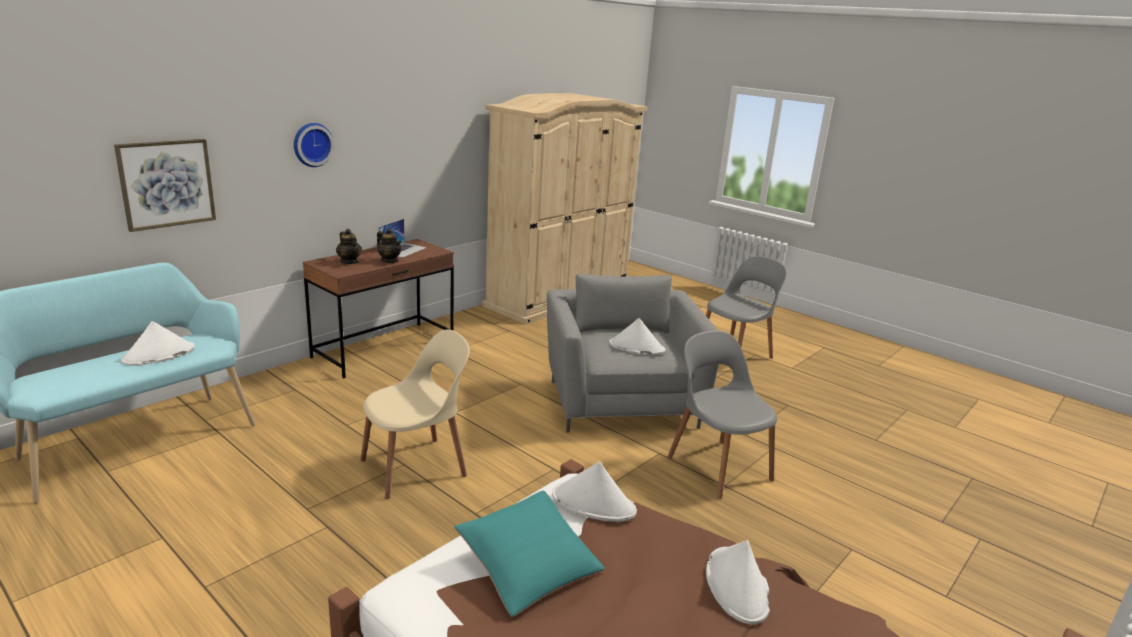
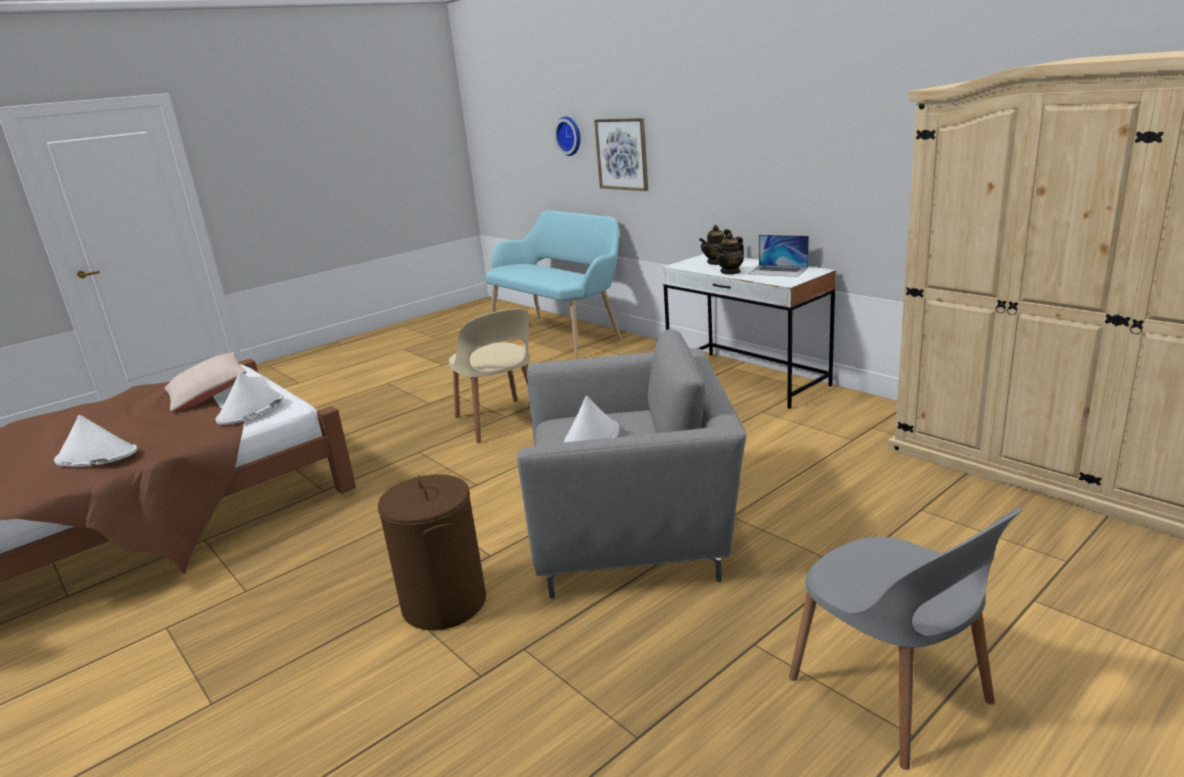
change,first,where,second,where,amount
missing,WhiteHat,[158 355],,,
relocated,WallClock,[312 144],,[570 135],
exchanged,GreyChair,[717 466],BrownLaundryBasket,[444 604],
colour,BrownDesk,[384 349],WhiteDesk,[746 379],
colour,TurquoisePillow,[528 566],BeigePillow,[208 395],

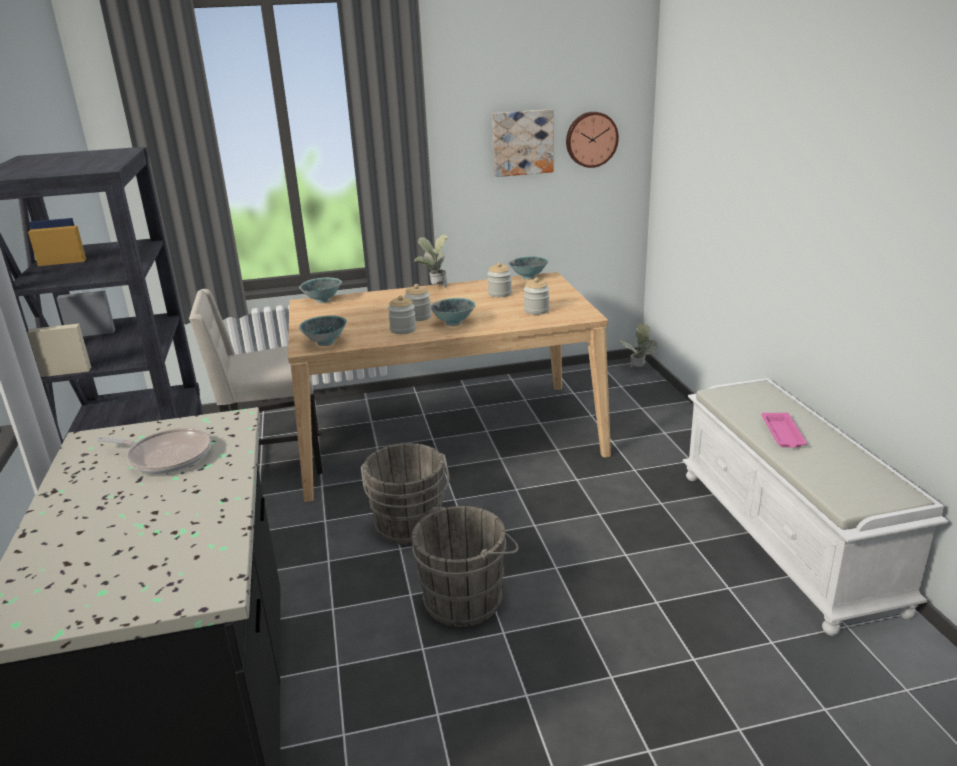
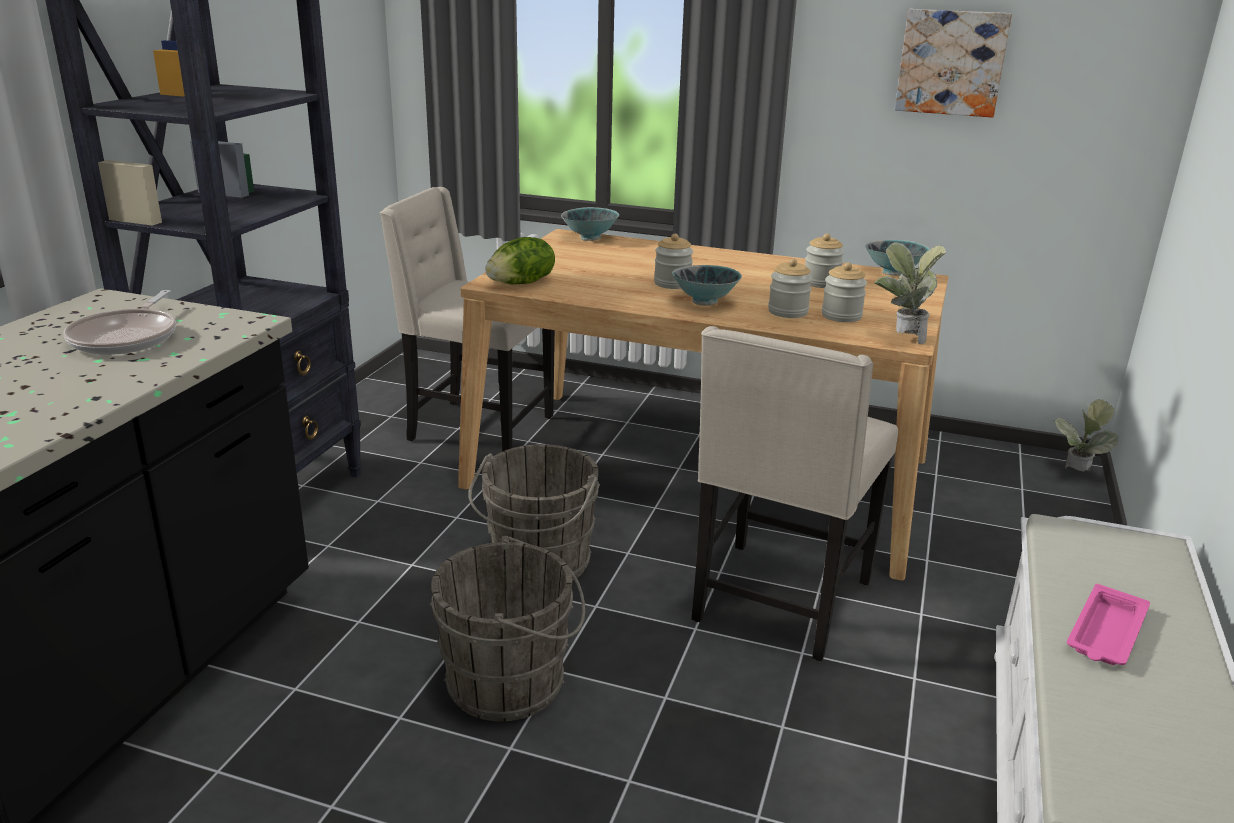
change,first,where,second,where,amount
missing,WallClock,[591 139],,,
appeared,,,BeigeChair,[778 602],
relocated,Jar,[403 330],,[788 312],
relocated,PottedPlant,[435 287],,[901 339],
exchanged,Bowl,[325 343],Lettuce,[522 283],
spun,FryingPan,[166 456],,[127 337],45 degrees clockwise

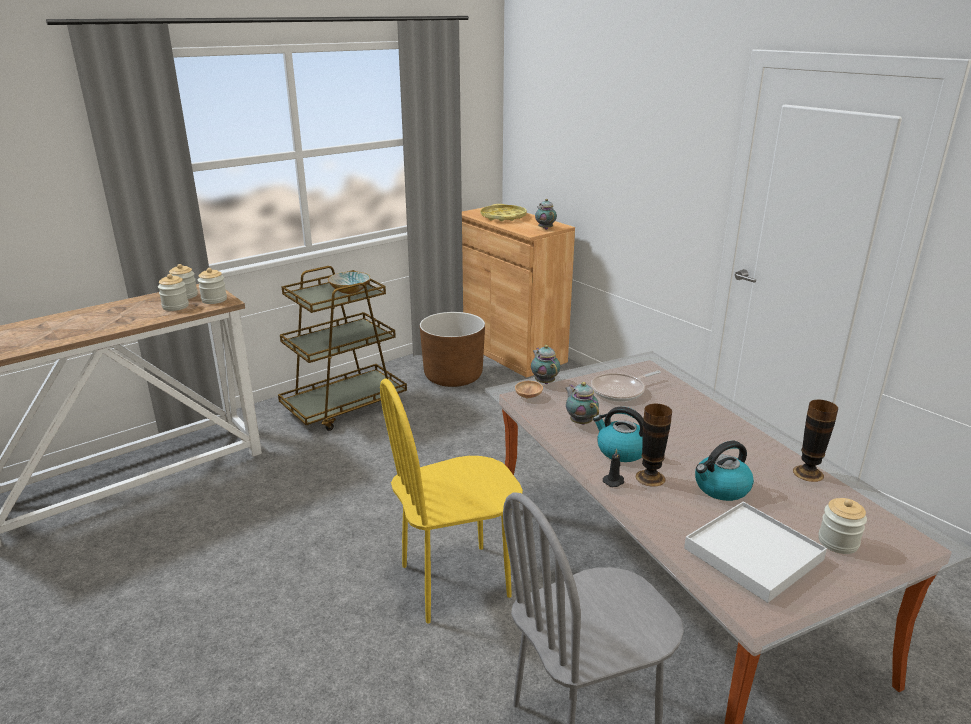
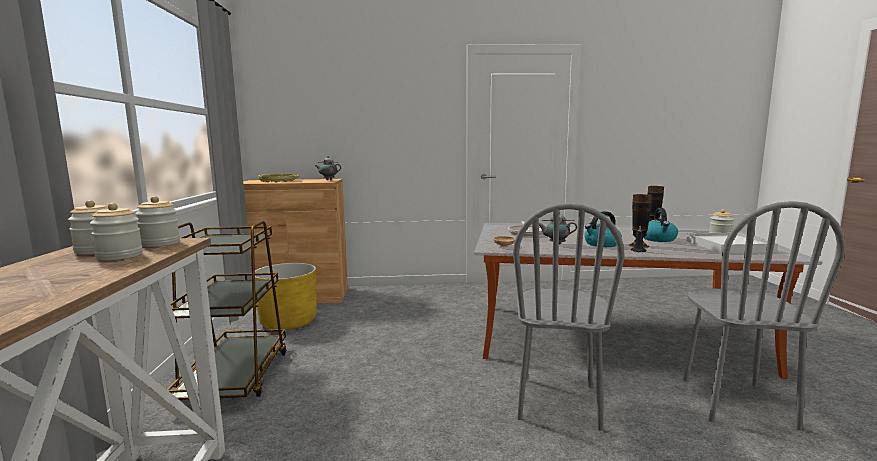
change,first,where,second,where,amount
missing,Bowl,[350 290],,,
missing,Teapot,[544 382],,,
colour,YellowChair,[455 581],GreyChair,[558 402],
colour,BrownPlanter,[453 376],YellowPlanter,[288 322],

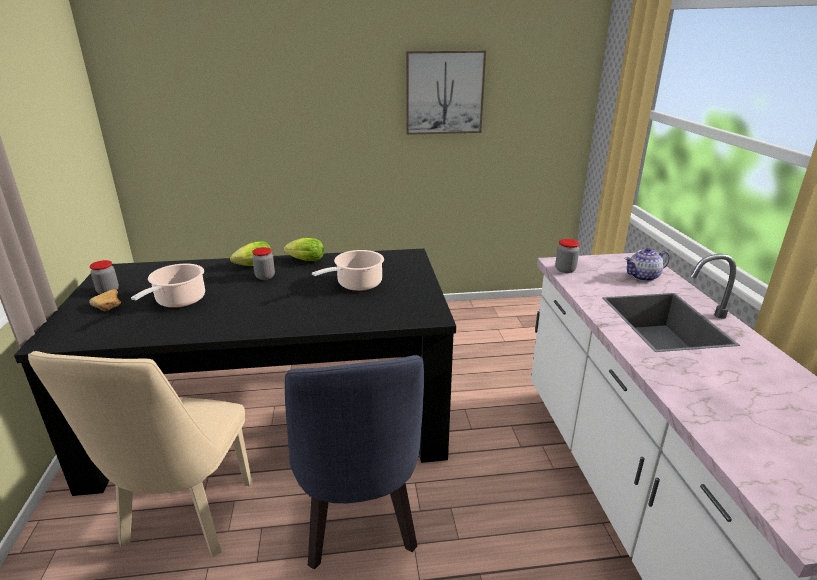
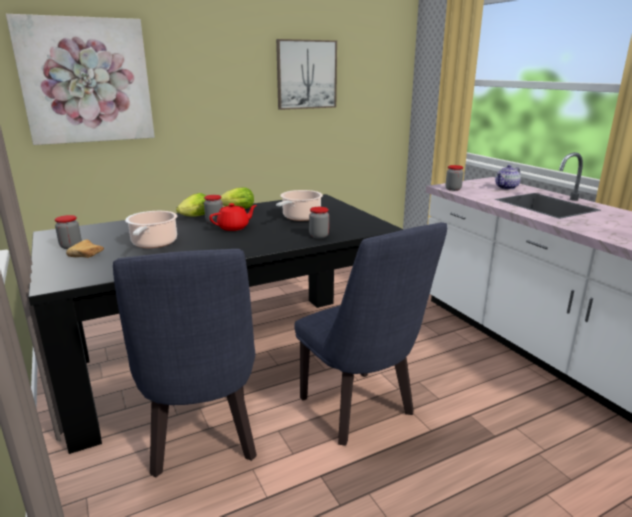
change,first,where,second,where,amount
appeared,,,Picture,[86 81],
appeared,,,RedTeapot,[234 227],
appeared,,,Jar,[319 236],
colour,BeigeChair,[185 521],BlueChair,[204 444],

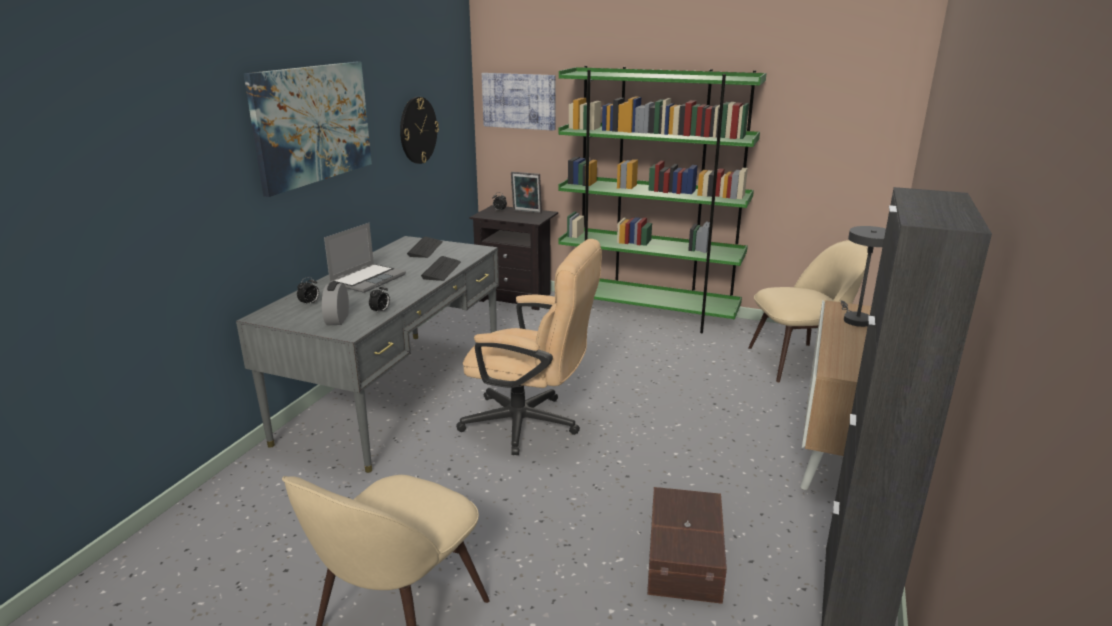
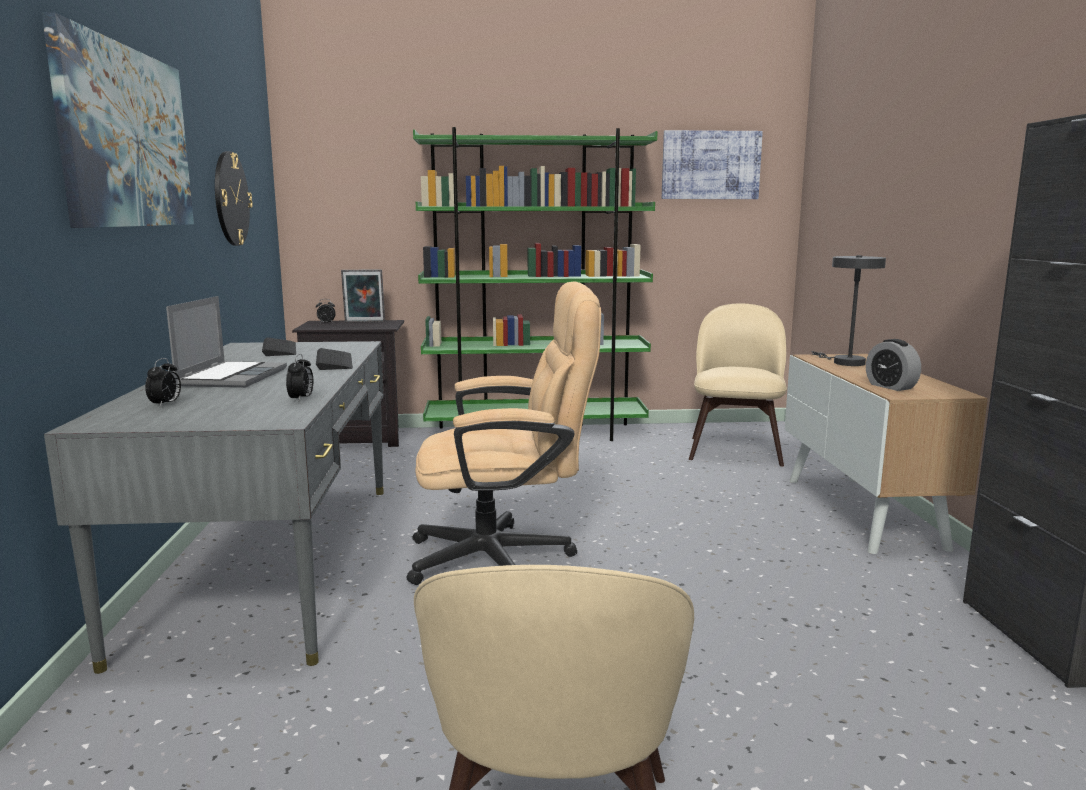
change,first,where,second,where,amount
missing,BrownStorageBox,[686 557],,,
relocated,AlarmClock,[337 319],,[890 386],
relocated,Picture,[519 101],,[710 165],
spun,BeigeChair,[798 362],,[735 449],45 degrees counterclockwise

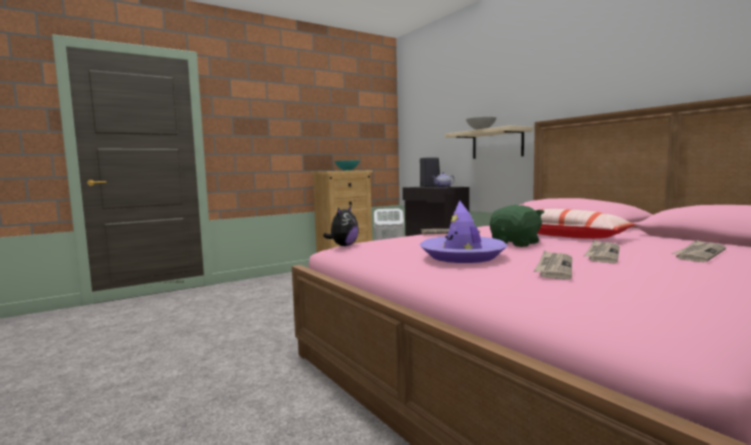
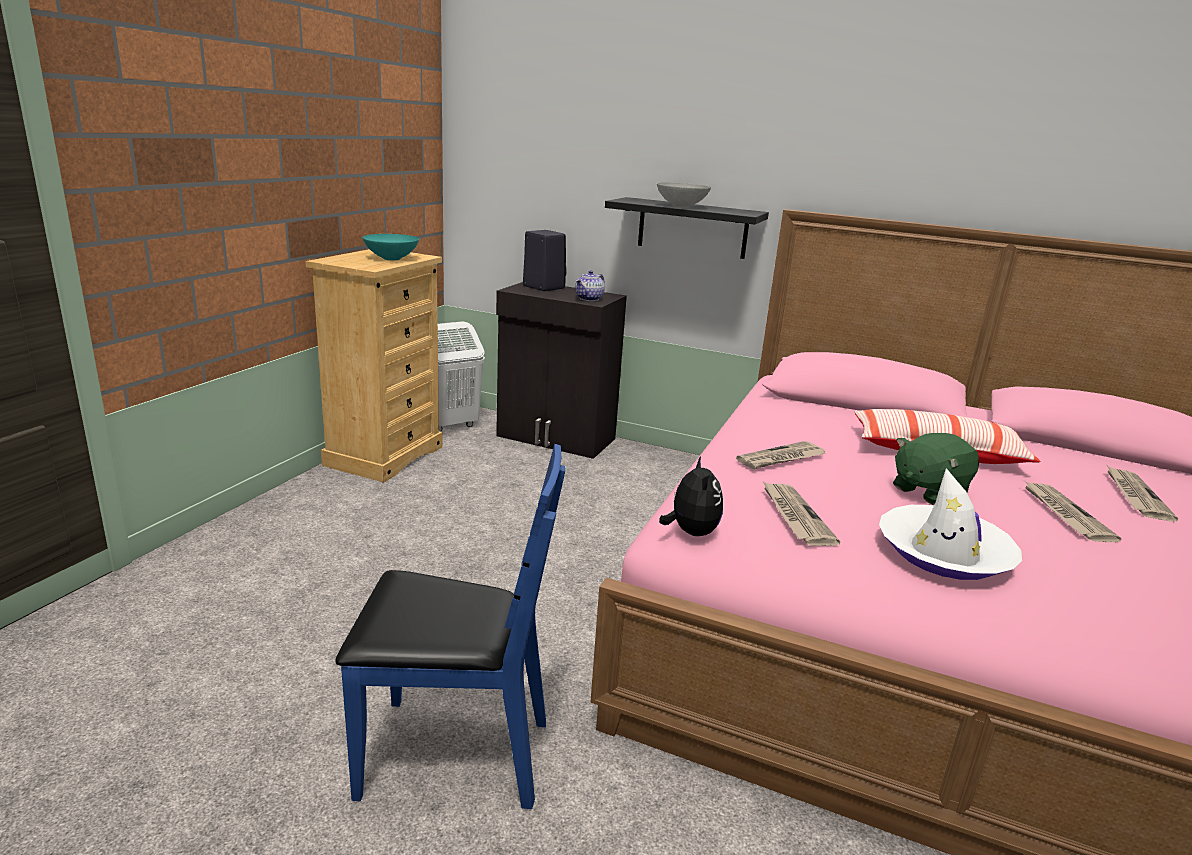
change,first,where,second,where,amount
appeared,,,BlueChair,[453 754],
relocated,Newspaper,[554 267],,[795 516],
colour,PurpleHat,[462 256],WhiteHat,[944 553],
colour,BeigeShelf,[497 144],BlackShelf,[692 228],
spun,GreenPlushToy,[516 243],,[928 491],135 degrees counterclockwise

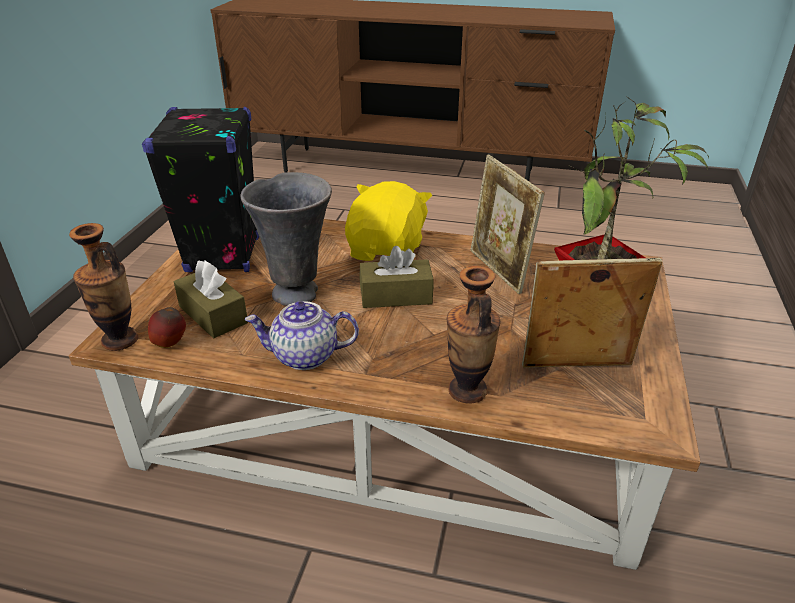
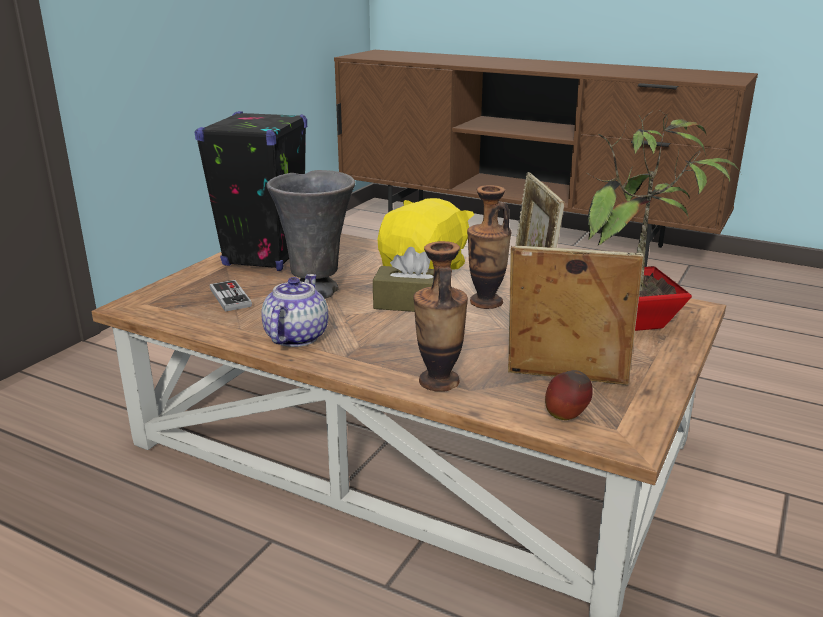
change,first,where,second,where,amount
relocated,Vase,[120 340],,[486 302],
relocated,Apple,[170 344],,[566 417],
exchanged,BrownTissueBox,[213 314],GameController,[230 297],
spun,Teapot,[304 356],,[295 337],90 degrees clockwise

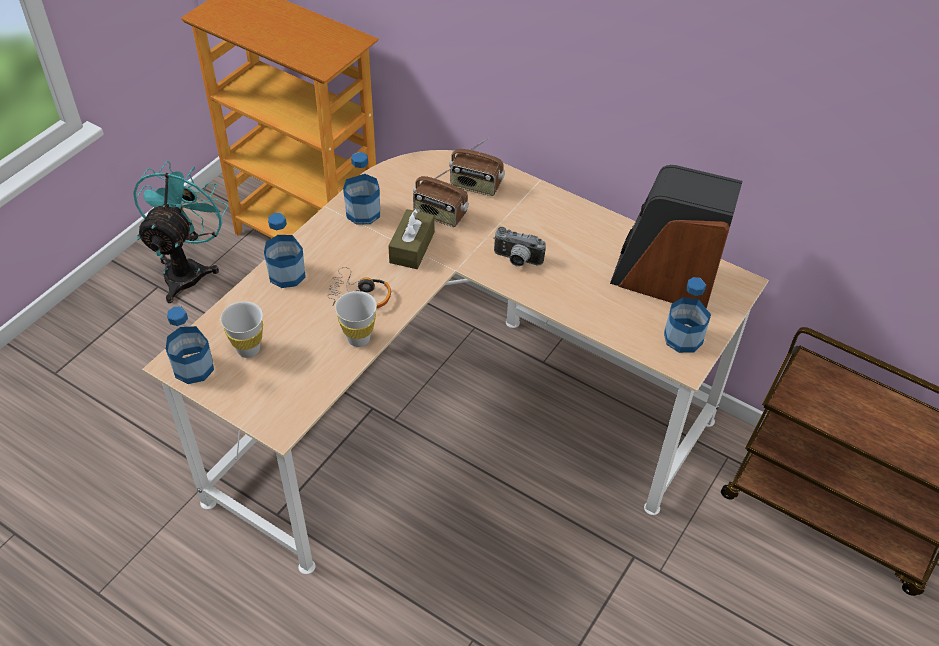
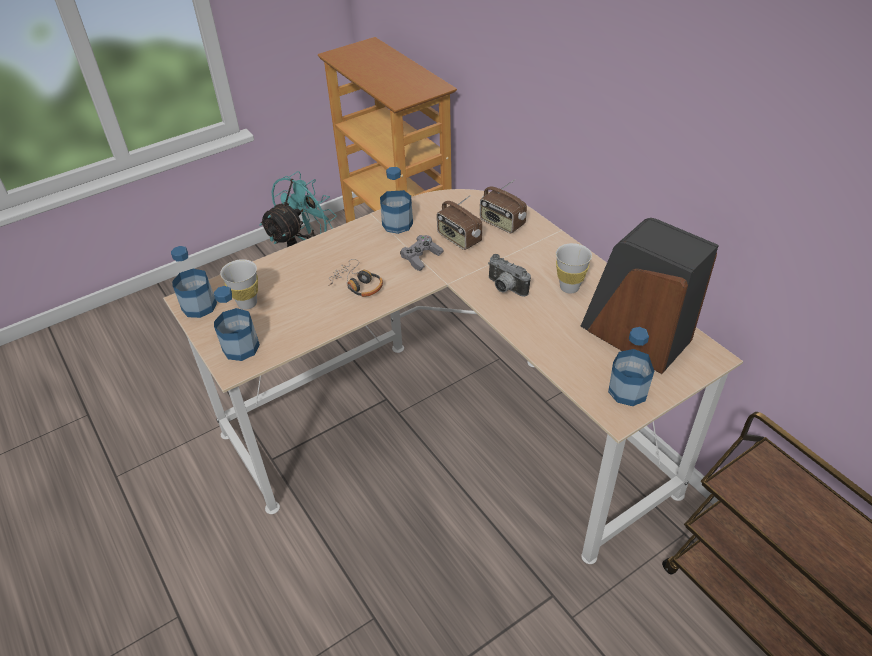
change,first,where,second,where,amount
relocated,Bottle,[287 274],,[241 347],
relocated,WhiteCup,[359 339],,[569 287],
exchanged,BrownTissueBox,[412 247],GreyGameController,[421 258],

